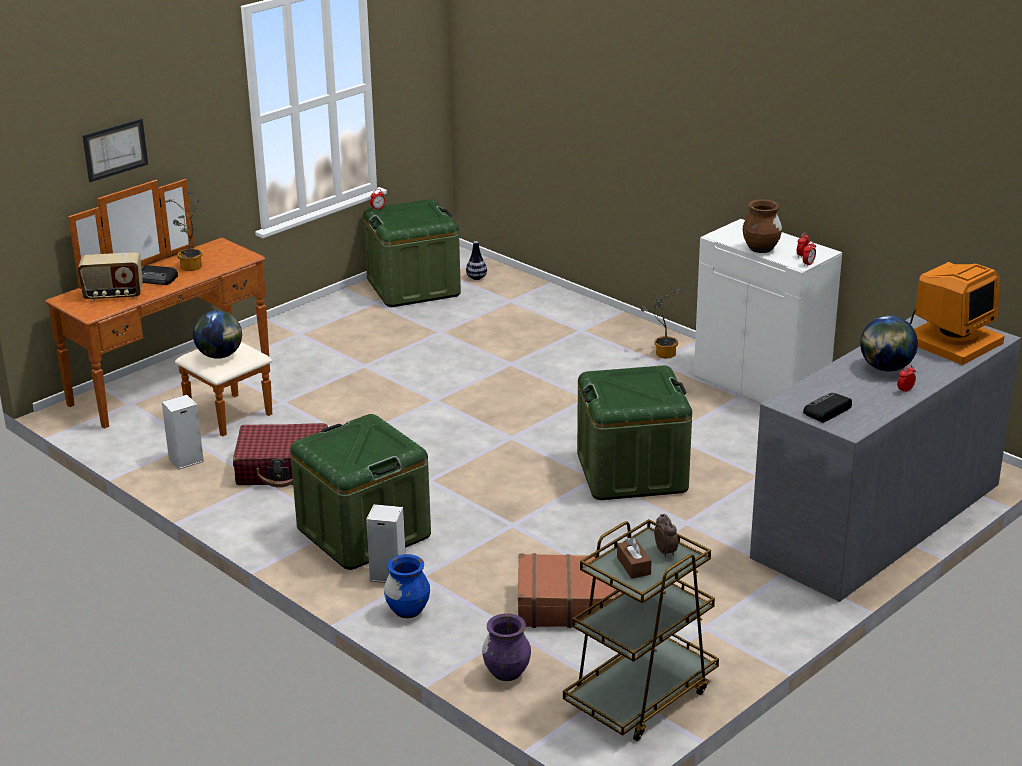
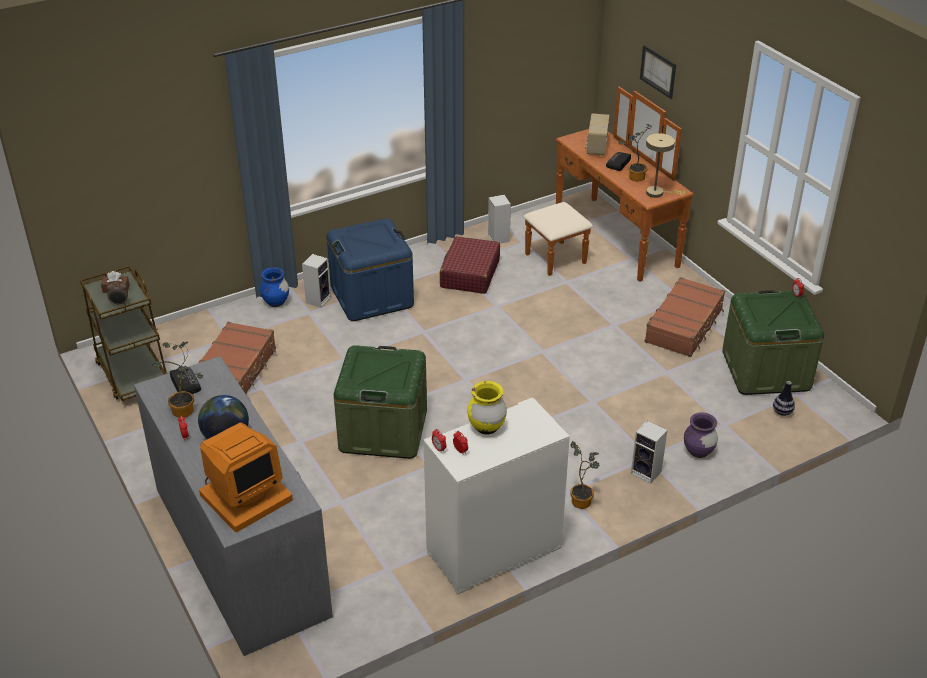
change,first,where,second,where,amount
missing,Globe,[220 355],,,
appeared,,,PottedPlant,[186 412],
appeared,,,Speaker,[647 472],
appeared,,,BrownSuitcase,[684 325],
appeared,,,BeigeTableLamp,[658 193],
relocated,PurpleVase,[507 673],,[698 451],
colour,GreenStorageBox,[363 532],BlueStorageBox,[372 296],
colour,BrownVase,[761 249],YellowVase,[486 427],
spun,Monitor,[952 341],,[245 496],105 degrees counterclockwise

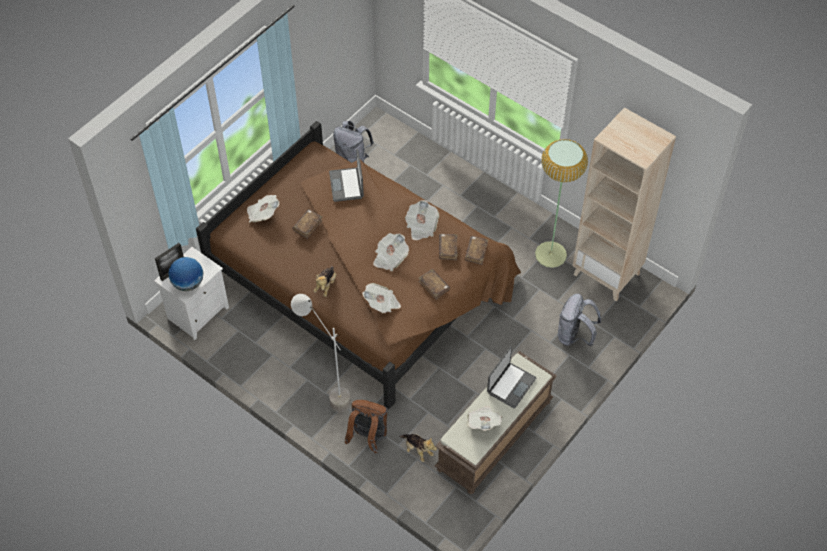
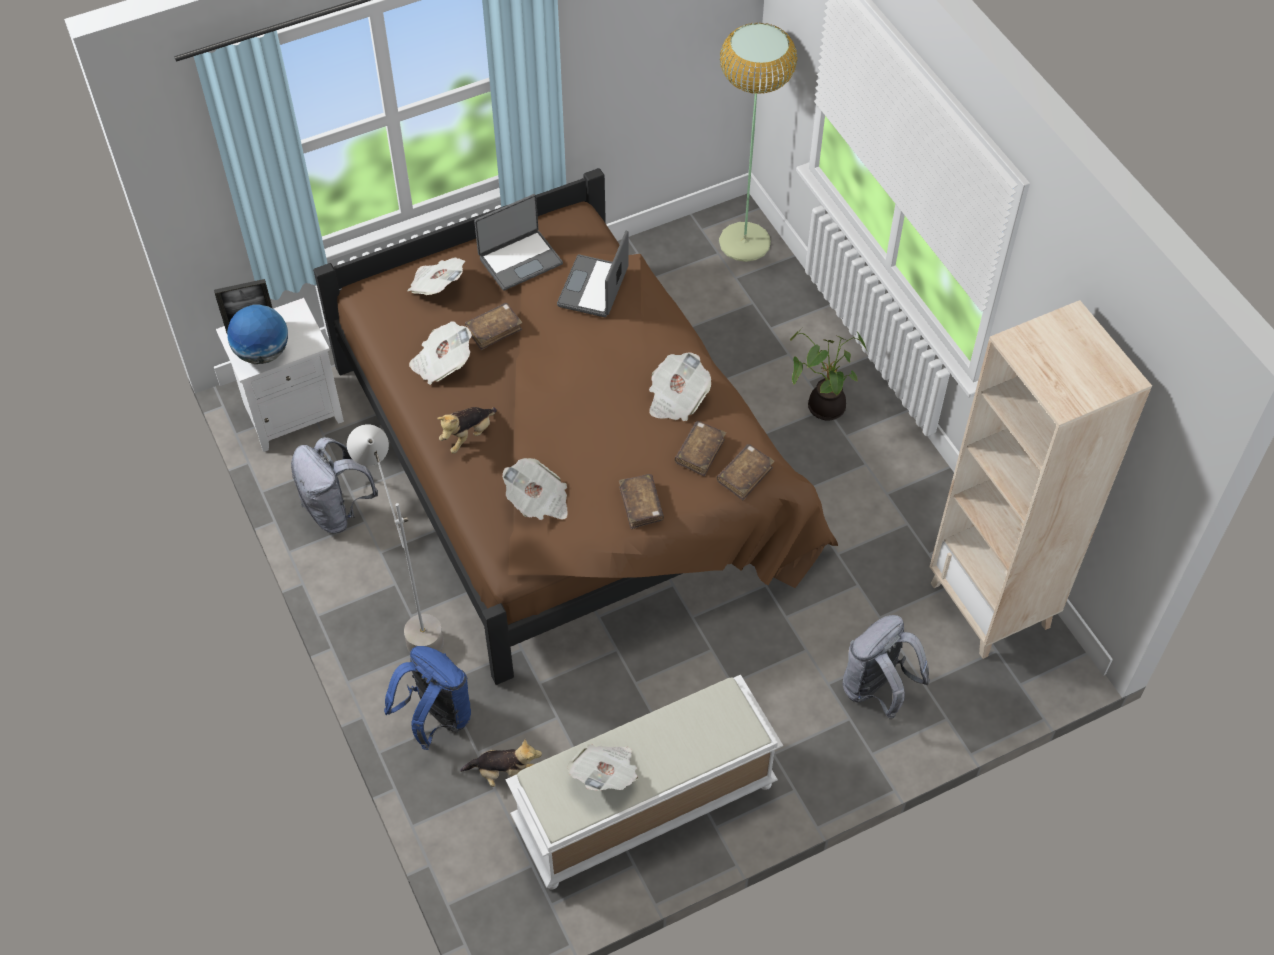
change,first,where,second,where,amount
appeared,,,PottedPlant,[823 406],
relocated,GreyBackpack,[353 160],,[337 510],
relocated,Newspaper,[390 258],,[442 363],
relocated,Laptop,[510 385],,[520 260],
relocated,FloorLamp,[550 255],,[744 242],
colour,BrownBackpack,[368 437],BlueBackpack,[436 718],
colour,BrownBench,[494 436],WhiteBench,[644 806],
spun,PlushToy,[417 450],,[504 774],60 degrees counterclockwise

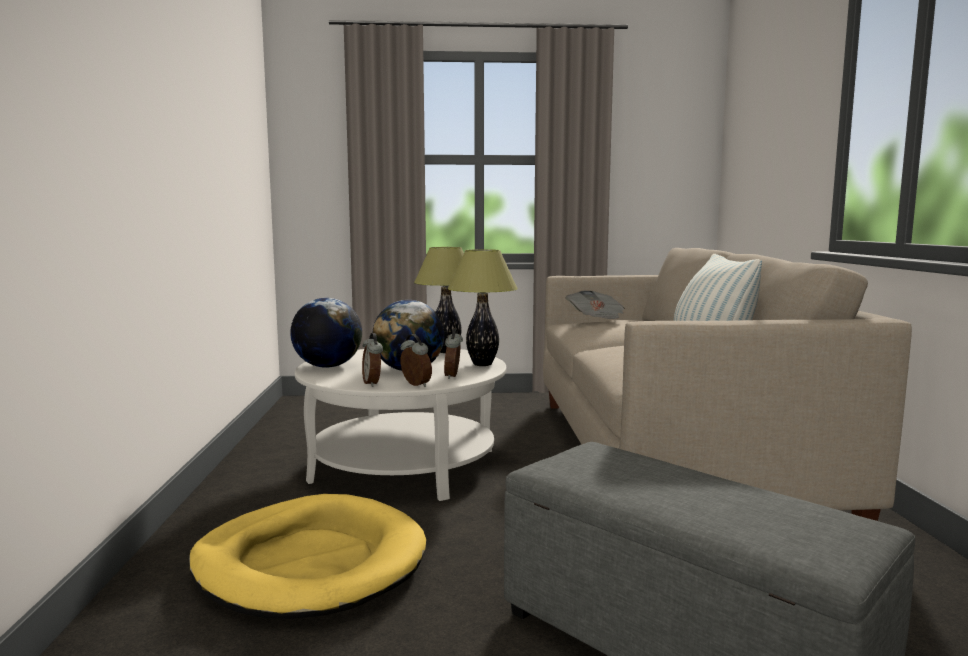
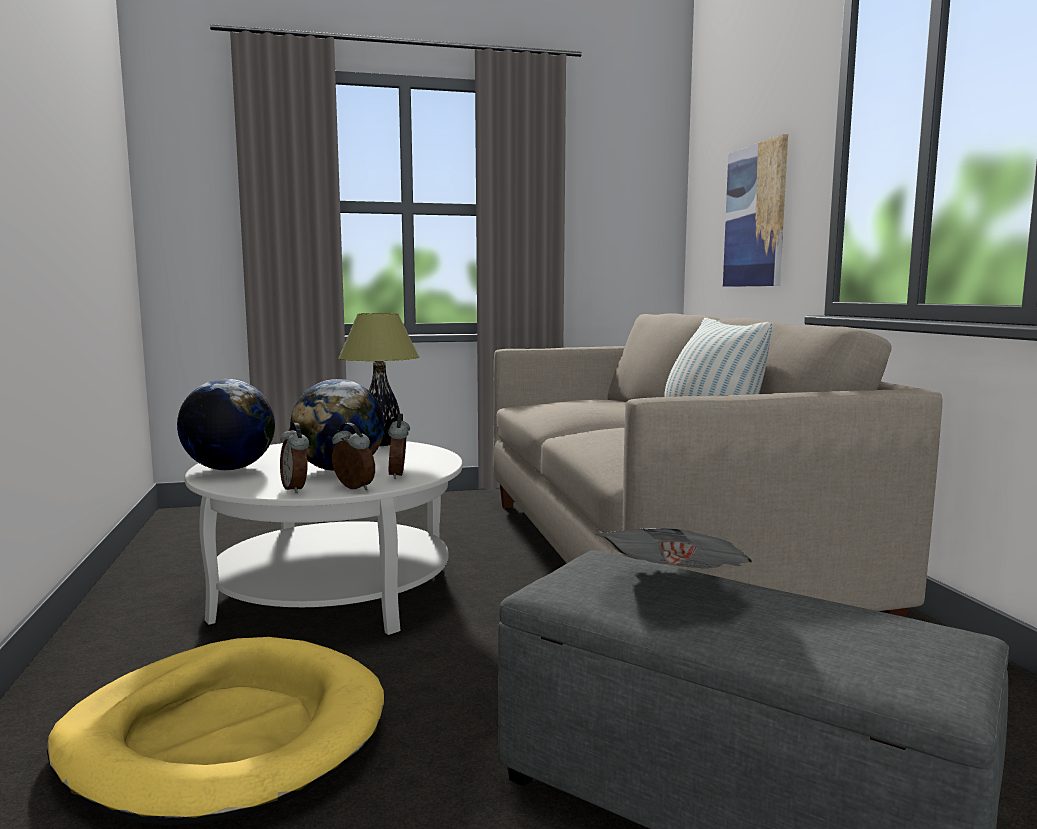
change,first,where,second,where,amount
missing,TableLamp,[482 364],,,
appeared,,,Picture,[755 216],
relocated,Newspaper,[596 322],,[674 590],

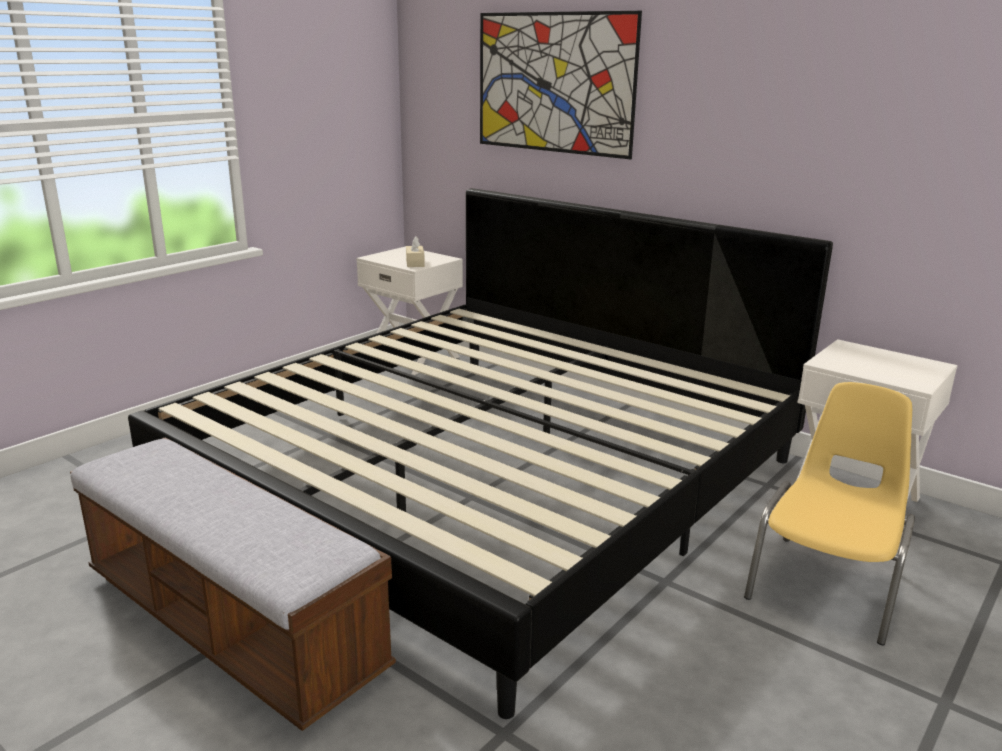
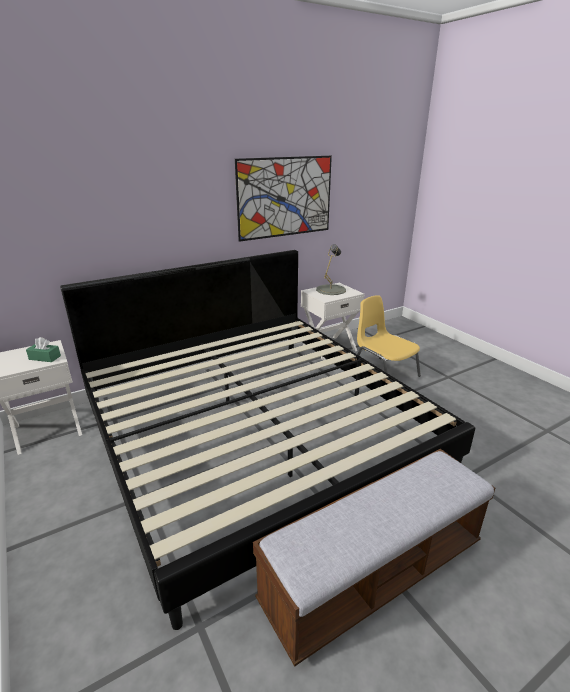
change,first,where,second,where,amount
appeared,,,GreyTableLamp,[330 290],
relocated,Picture,[554 83],,[285 197],
colour,BeigeTissueBox,[415 263],GreenTissueBox,[45 357],

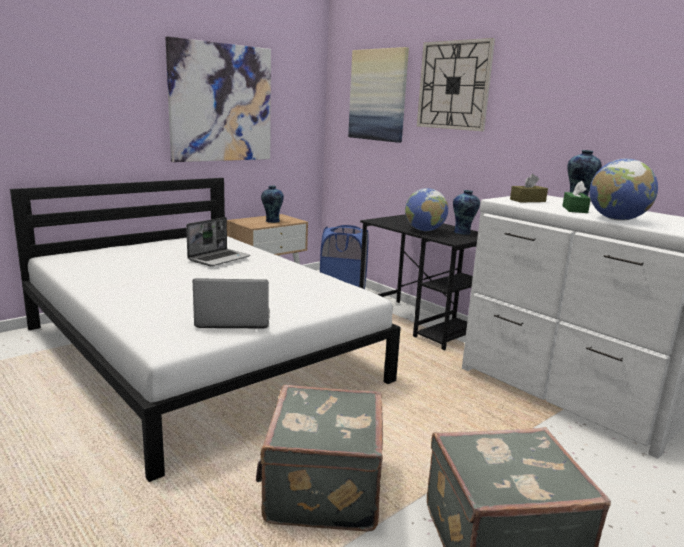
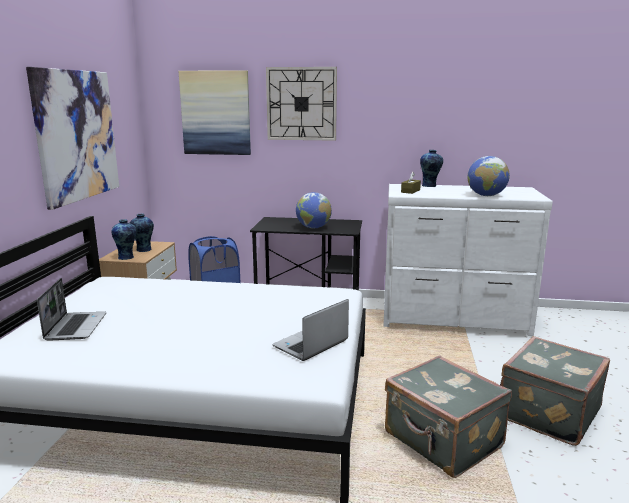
change,first,where,second,where,amount
missing,GreenTissueBox,[574 209],,,
relocated,Laptop,[219 258],,[75 327],
relocated,Vase,[463 232],,[127 257],

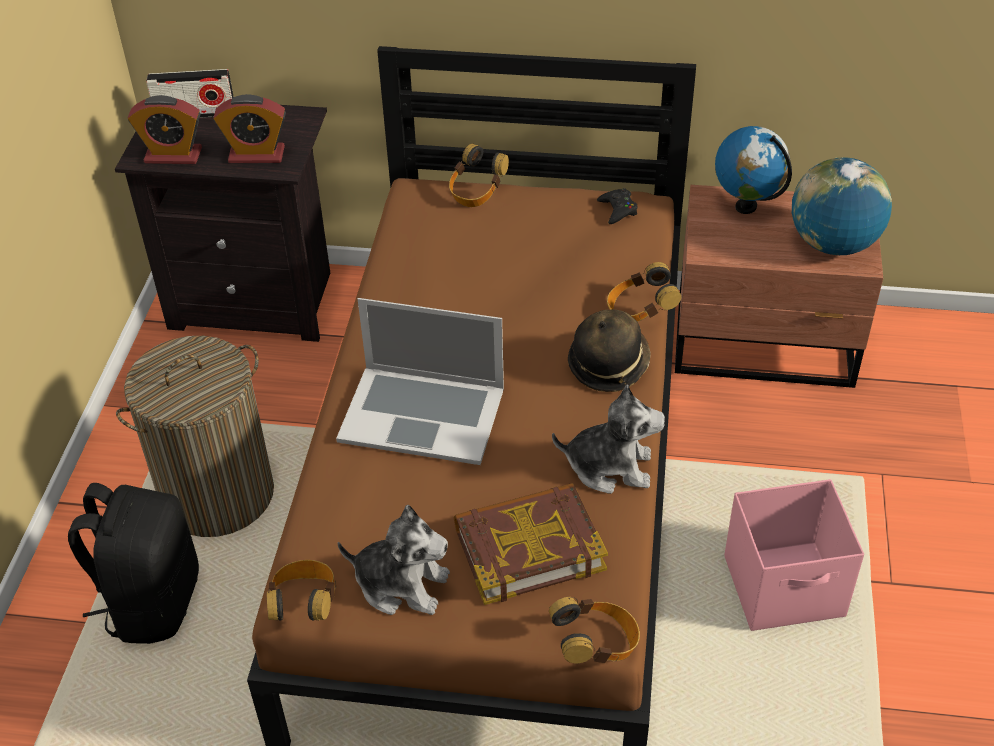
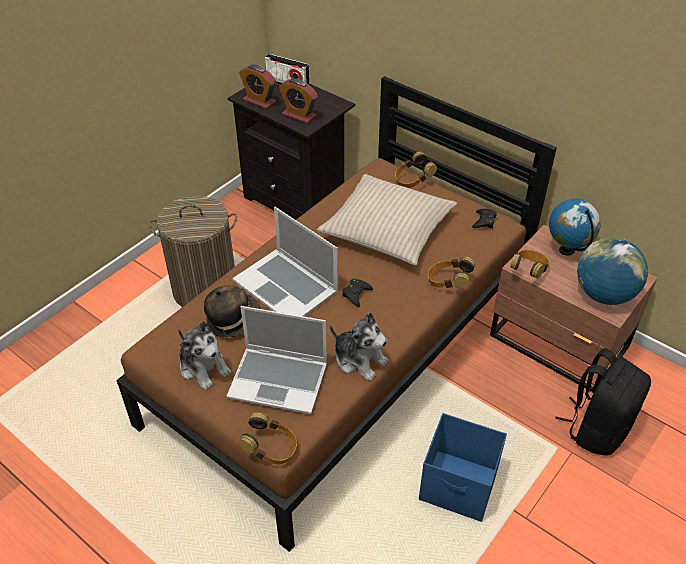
change,first,where,second,where,amount
appeared,,,BeigePillow,[387 229],
appeared,,,BlackGameController,[356 294],
relocated,BlackBackpack,[152 602],,[597 428],
relocated,Headphones,[305 604],,[528 271],
relocated,Hat,[608 364],,[233 320],
exchanged,Book,[528 548],Laptop,[280 380],
colour,PinkStorageBox,[785 587],BlueStorageBox,[459 486],

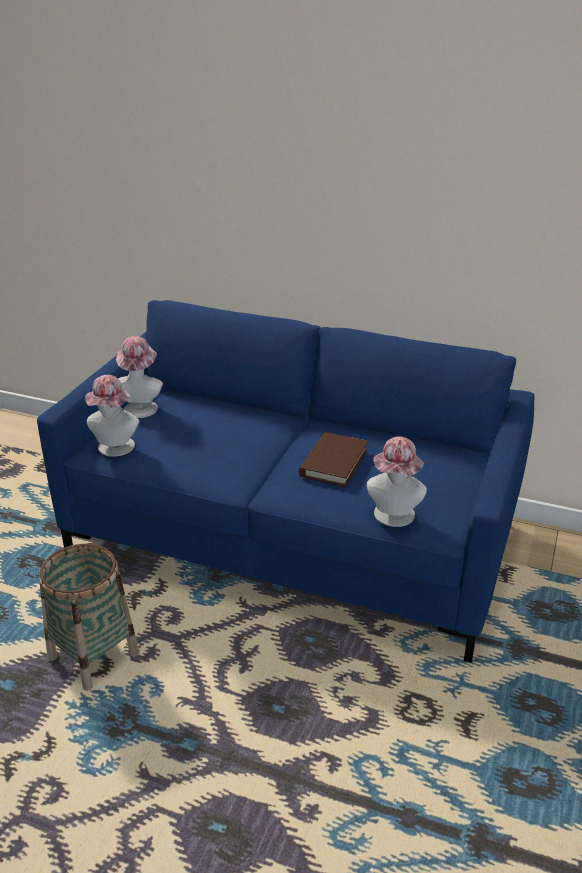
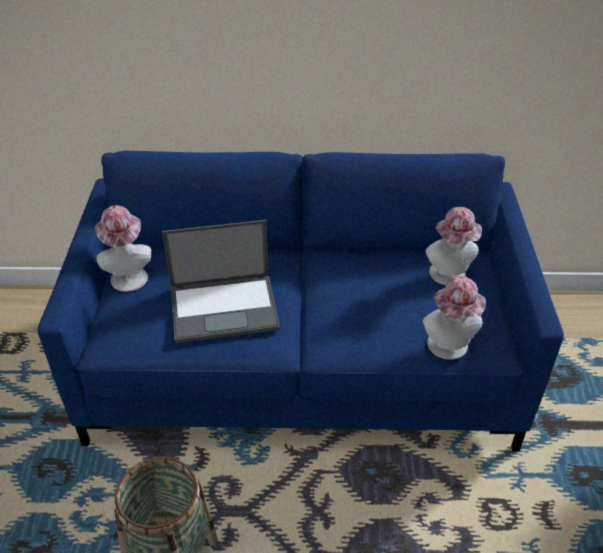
change,first,where,second,where,amount
missing,BrownBook,[333 463],,,
appeared,,,Laptop,[225 307],
relocated,Hat,[115 449],,[449 276],

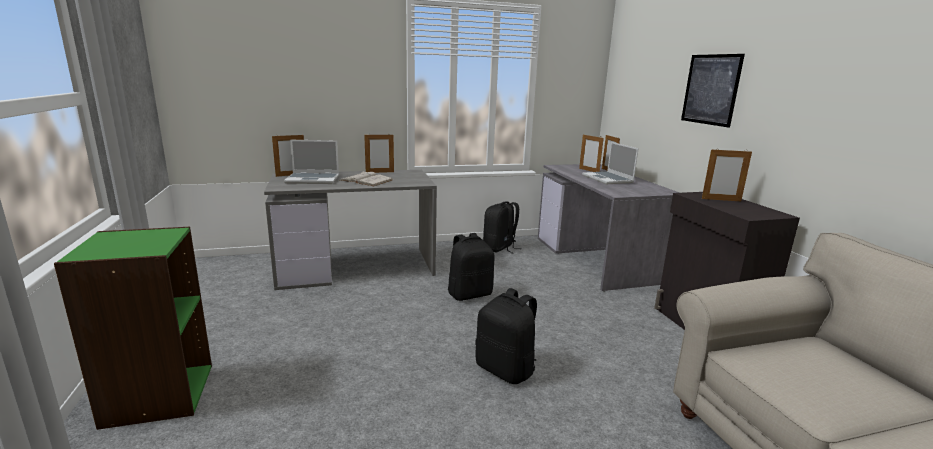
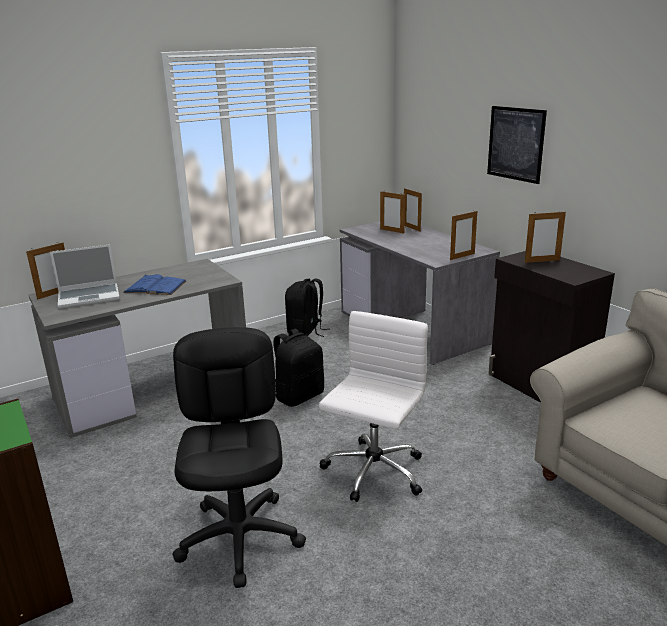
change,first,where,second,where,amount
missing,Laptop,[608 179],,,
appeared,,,BlackOfficeChair,[241 537],
relocated,PictureFrame,[380 172],,[462 256],
exchanged,BlackBackpack,[506 369],WhiteOfficeChair,[373 472],
colour,WhiteBook,[366 180],BlueBook,[155 287],

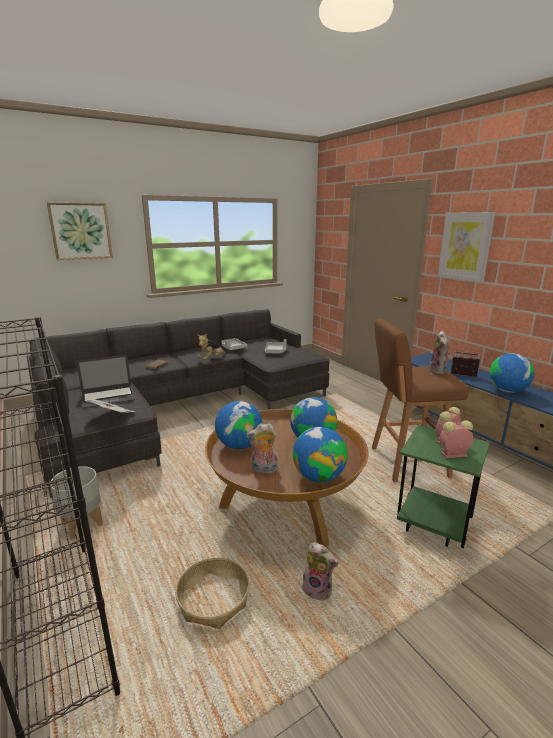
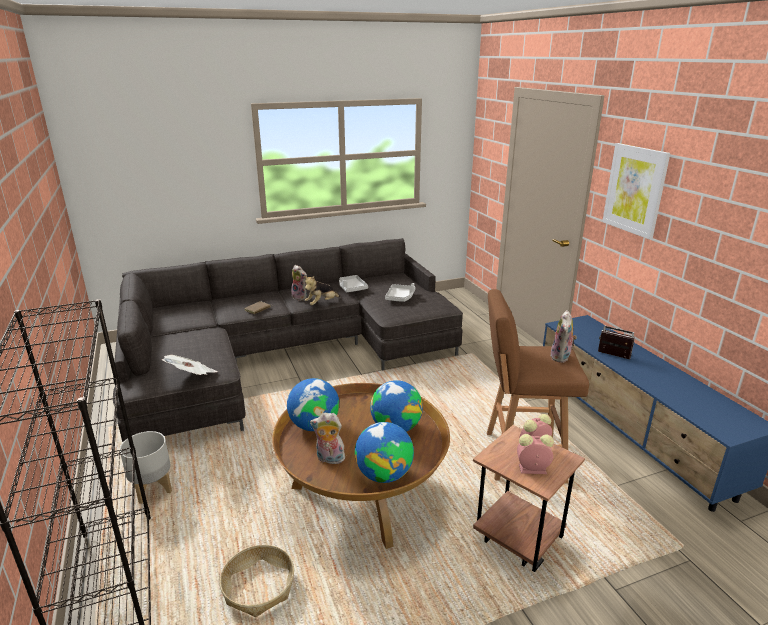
change,first,where,second,where,amount
missing,Picture,[80 231],,,
missing,Laptop,[108 397],,,
missing,Globe,[507 391],,,
relocated,PlushToy,[318 590],,[300 297],
colour,GreenSideTable,[431 528],BrownSideTable,[516 542],

